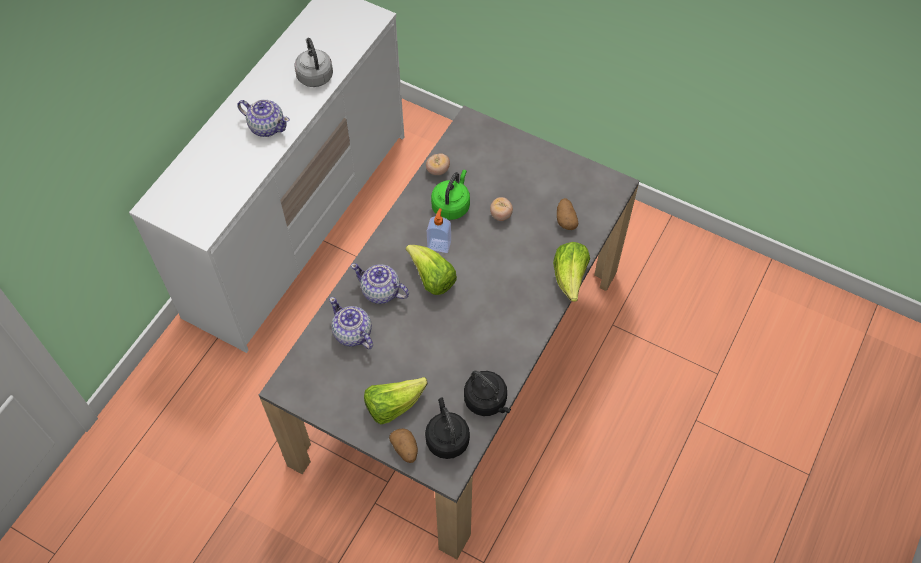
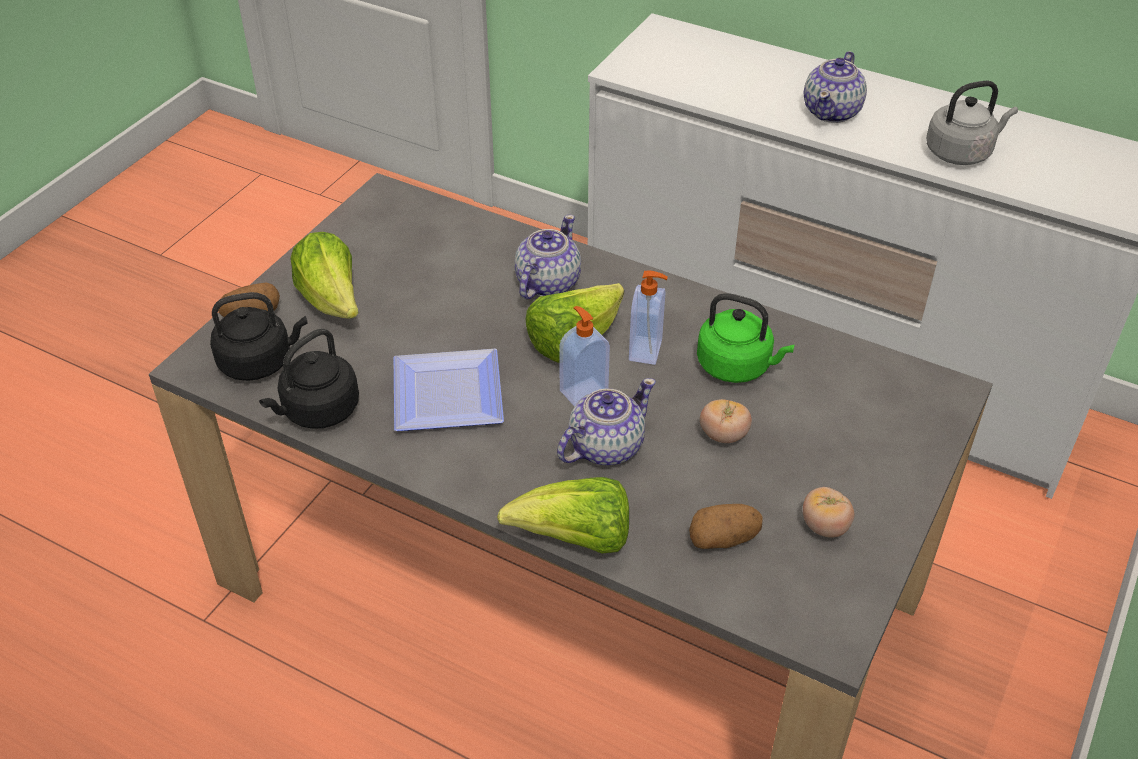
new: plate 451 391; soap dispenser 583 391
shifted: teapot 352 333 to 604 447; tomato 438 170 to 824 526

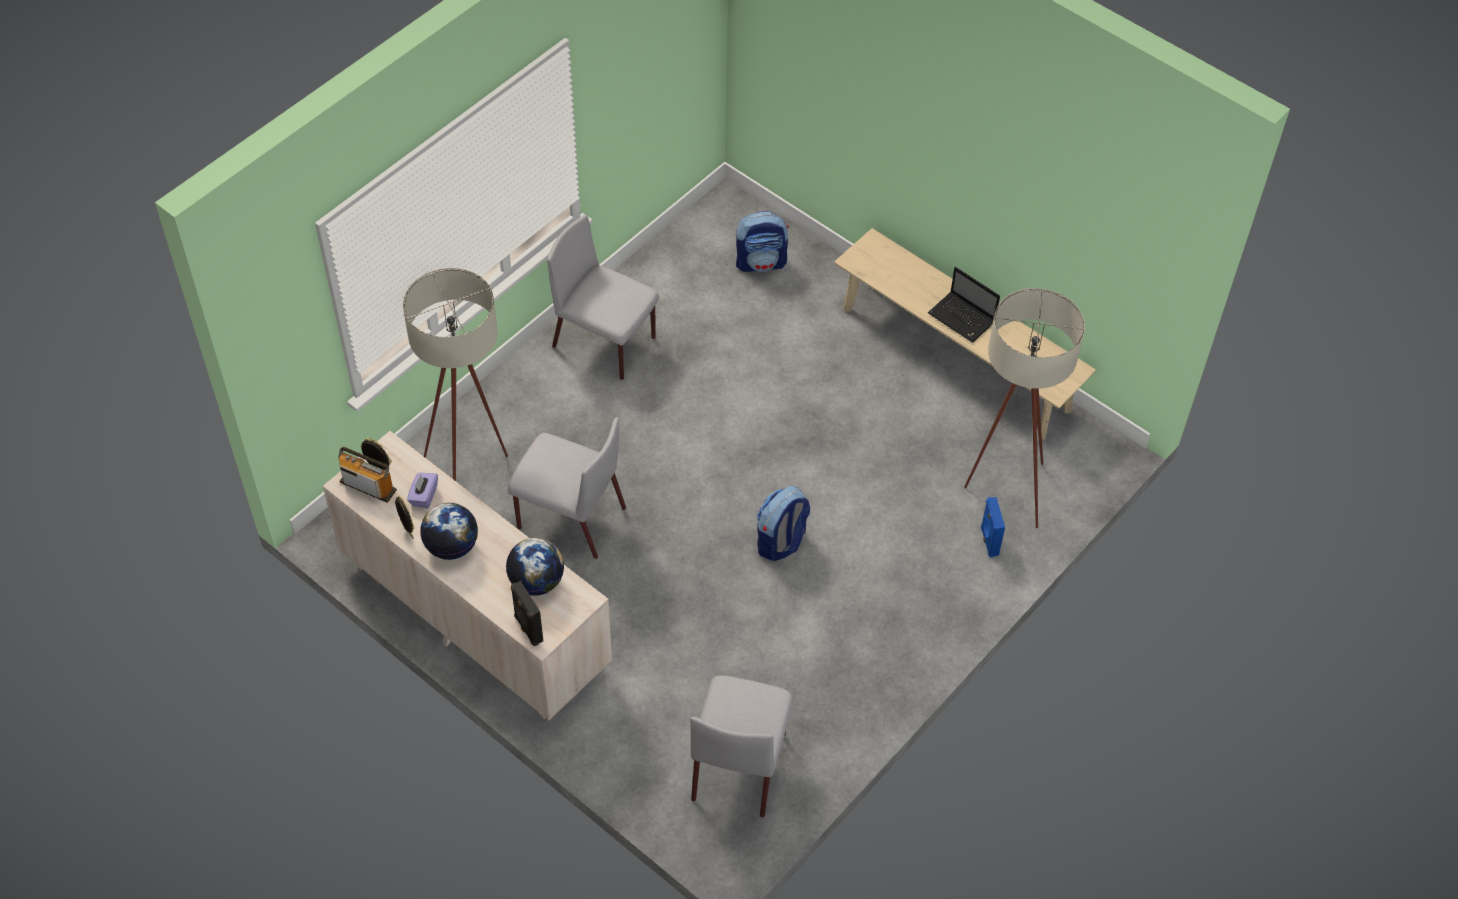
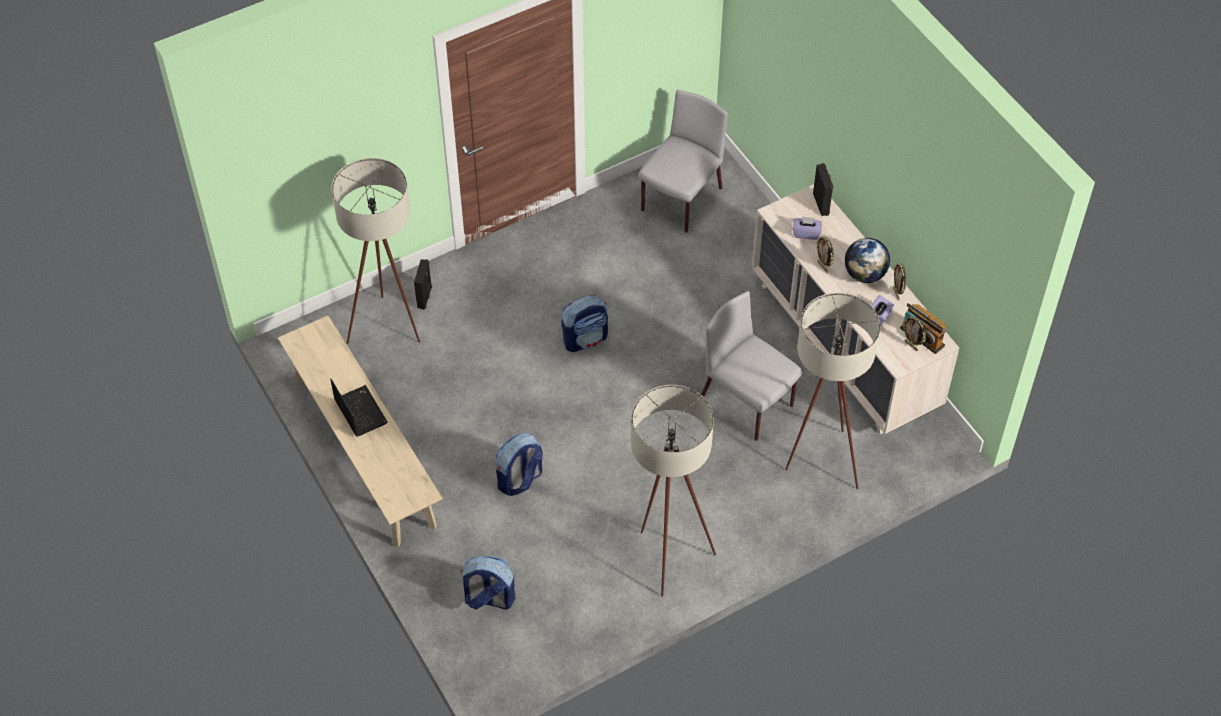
new: backpack 519 480; picture frame 823 266
swapped: globe 537 582 to tissue box/purple 806 233; chair/grey 605 343 to floor lamp/beige 666 554
repainted: speaker/blue 988 541 to speaker/black 425 297

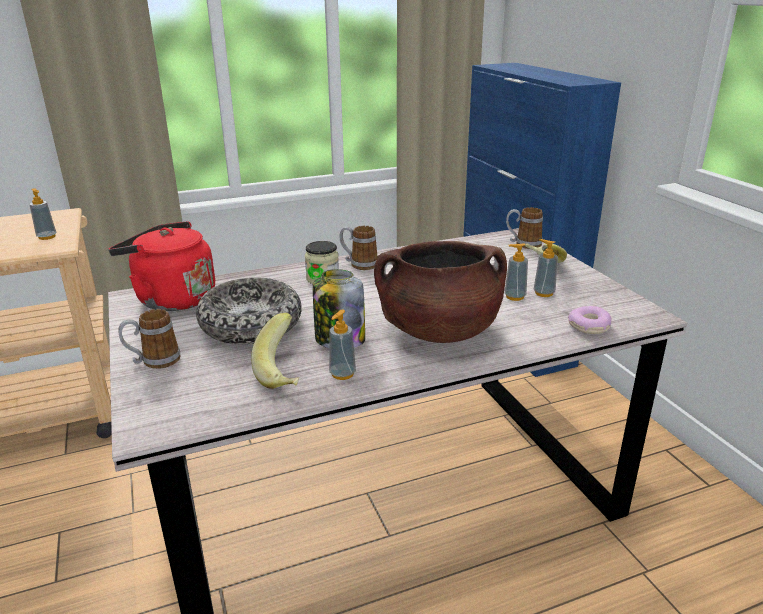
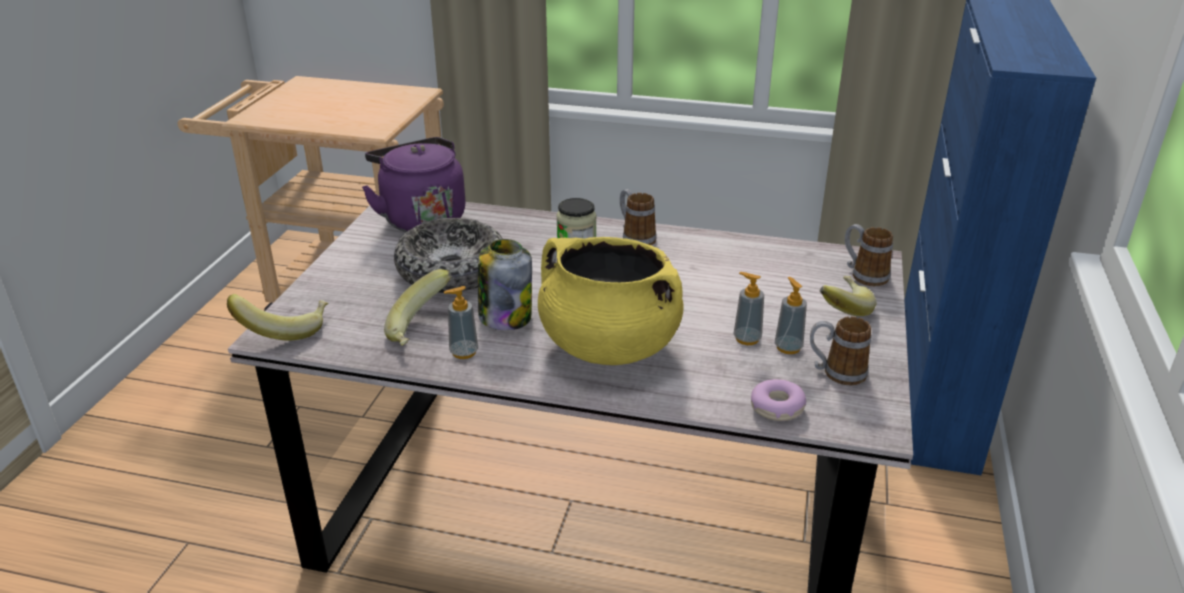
gone: soap dispenser 47 237
new: banana 285 329
shifted: mug 154 361 to 836 373
repainted: kettle/red 172 299 to kettle/purple 421 218; cooking pot/brown 439 331 to cooking pot/yellow 608 346

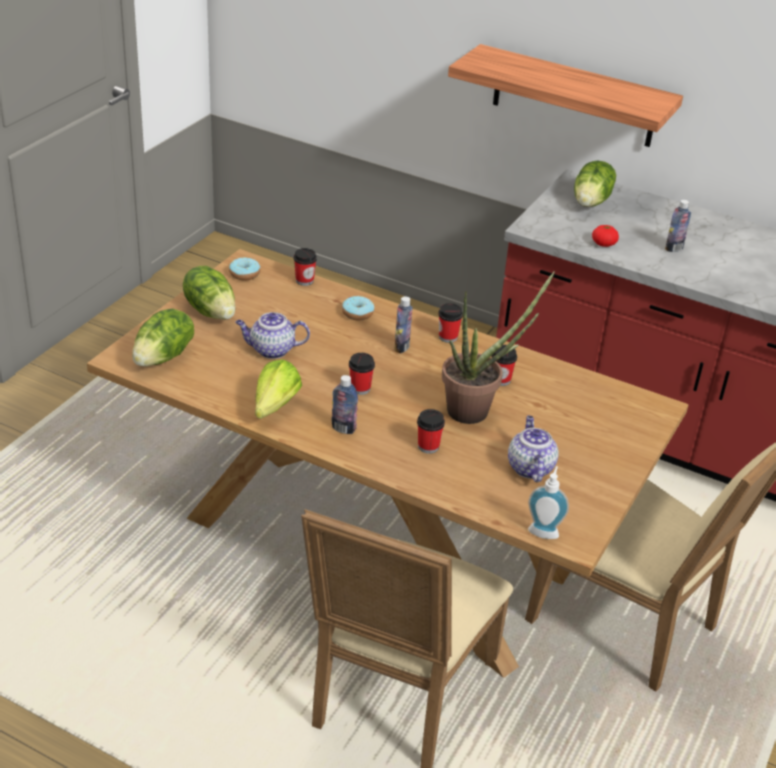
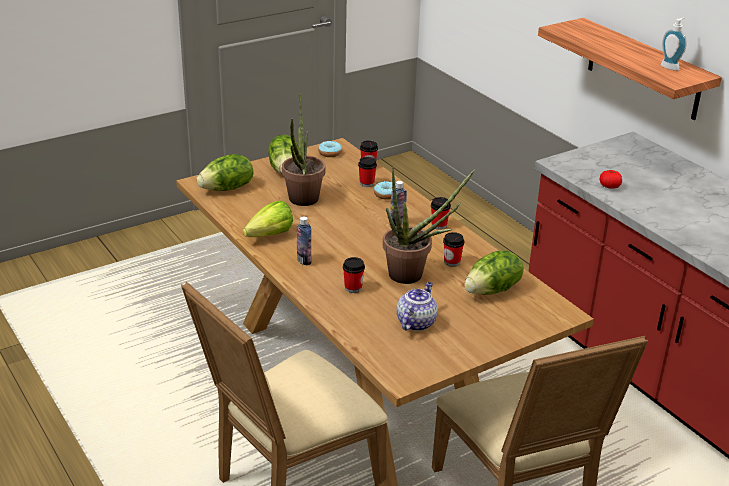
gone: bottle 674 248
shifted: cup 360 388 to 367 183; soap dispenser 544 530 to 671 67; lettuce 592 202 to 493 290
swapped: teapot 271 350 to potted plant 302 202

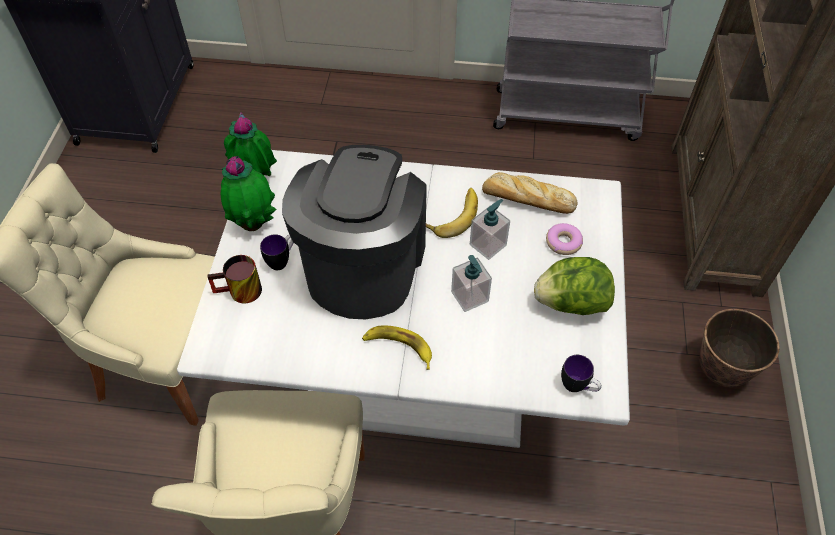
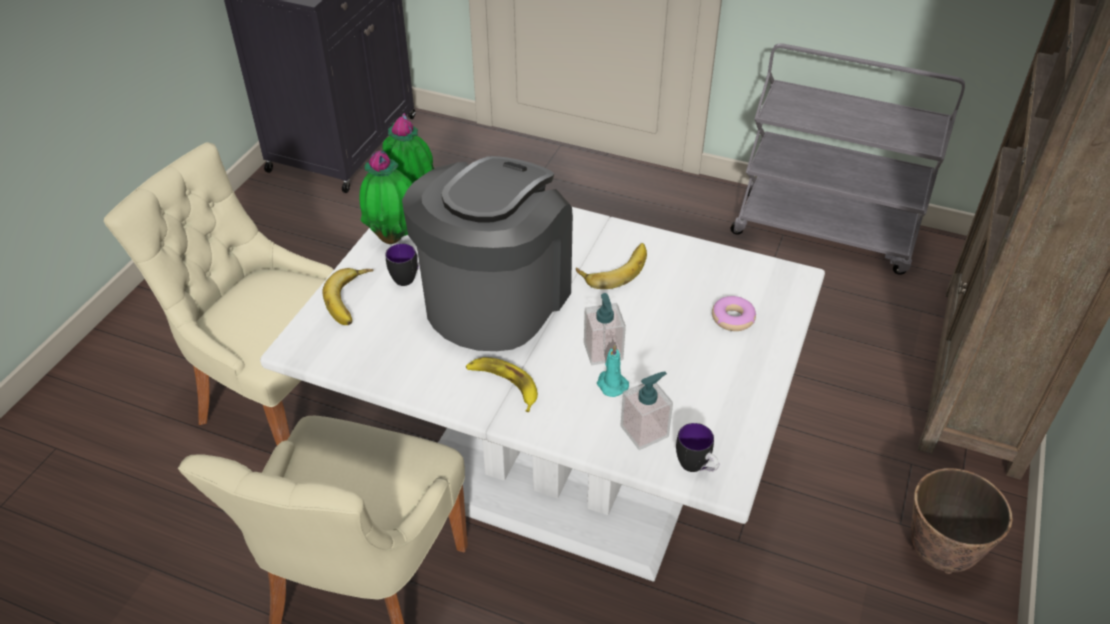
gone: bread 526 199; lettuce 571 303
new: candle/turquoise 611 384
shifted: soap dispenser 488 245 to 644 431
swapped: mug 240 293 to banana 353 300

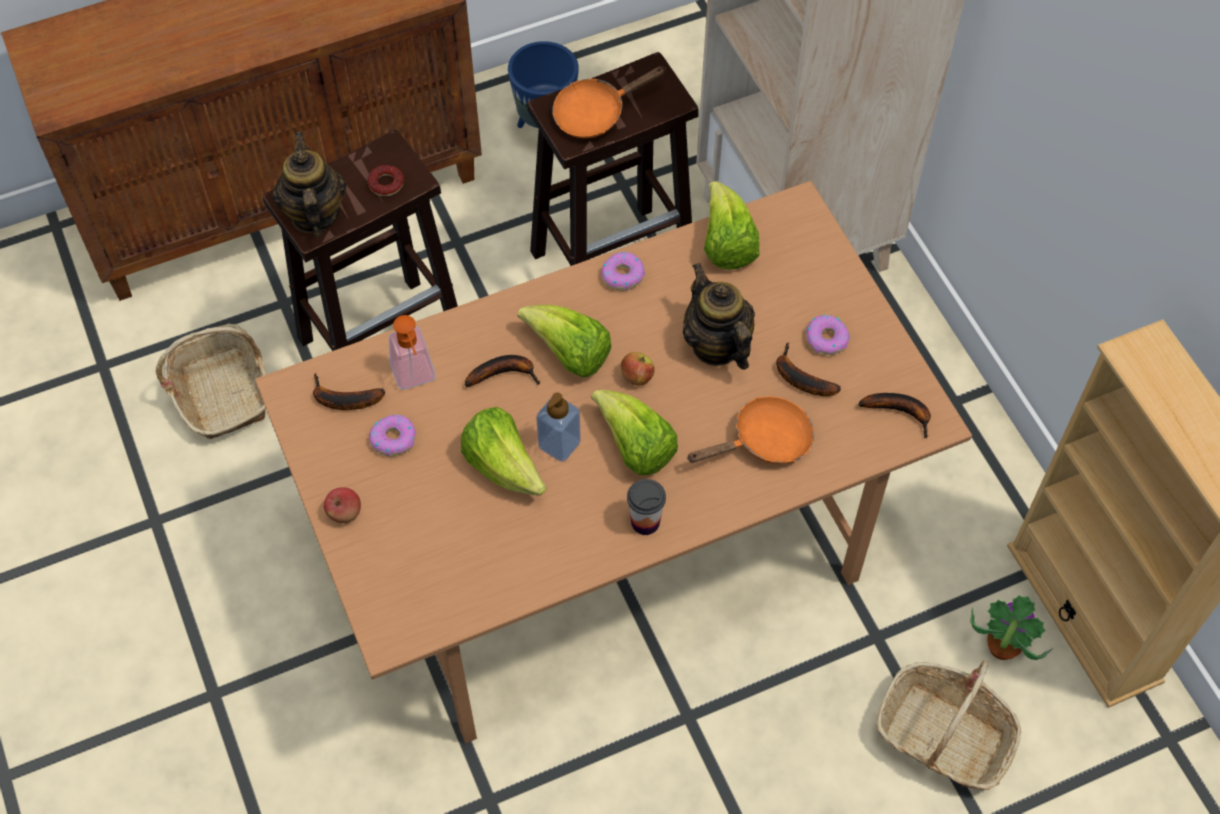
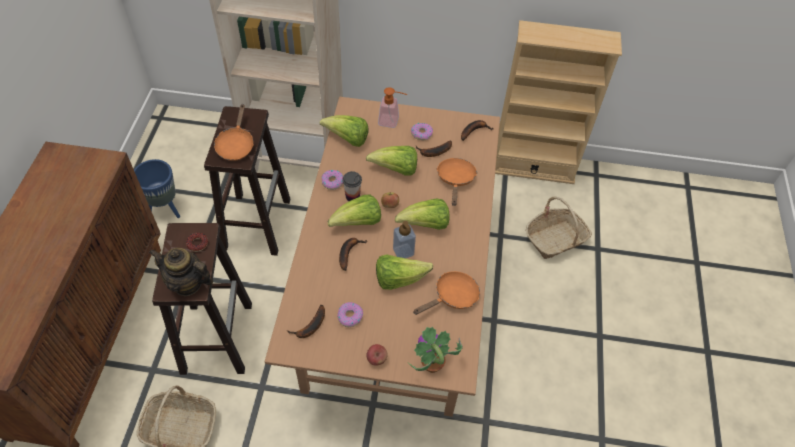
new: frying pan/orange 452 297
shifted: soap dispenser 415 378 to 392 122; cup 645 522 to 352 196; potted plant 1000 648 to 431 365
swapped: teapot 716 345 to lettuce 396 170

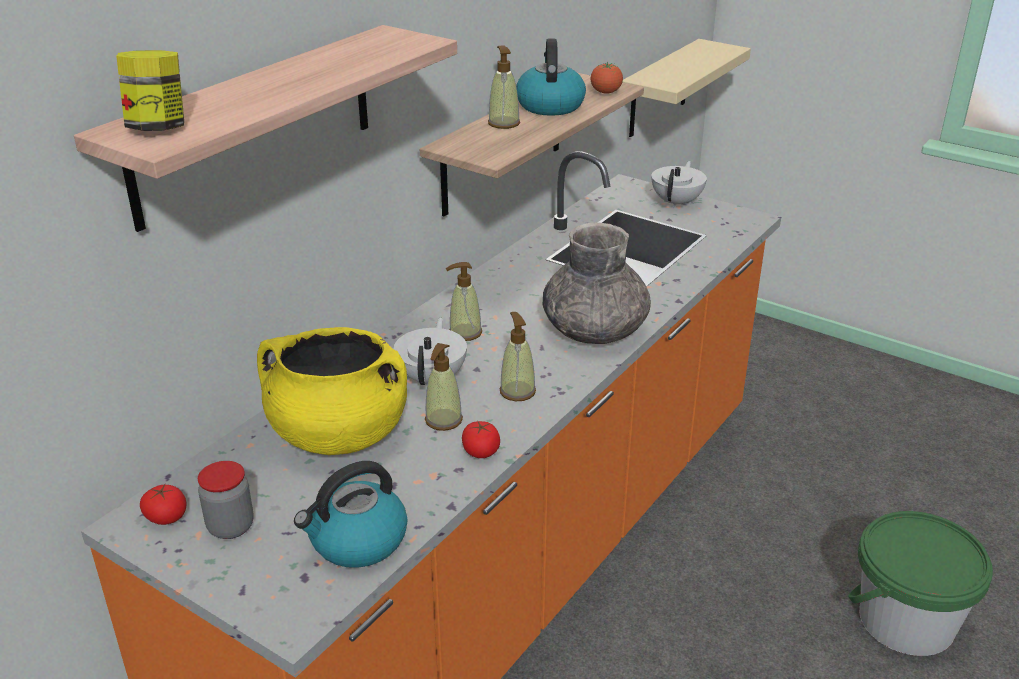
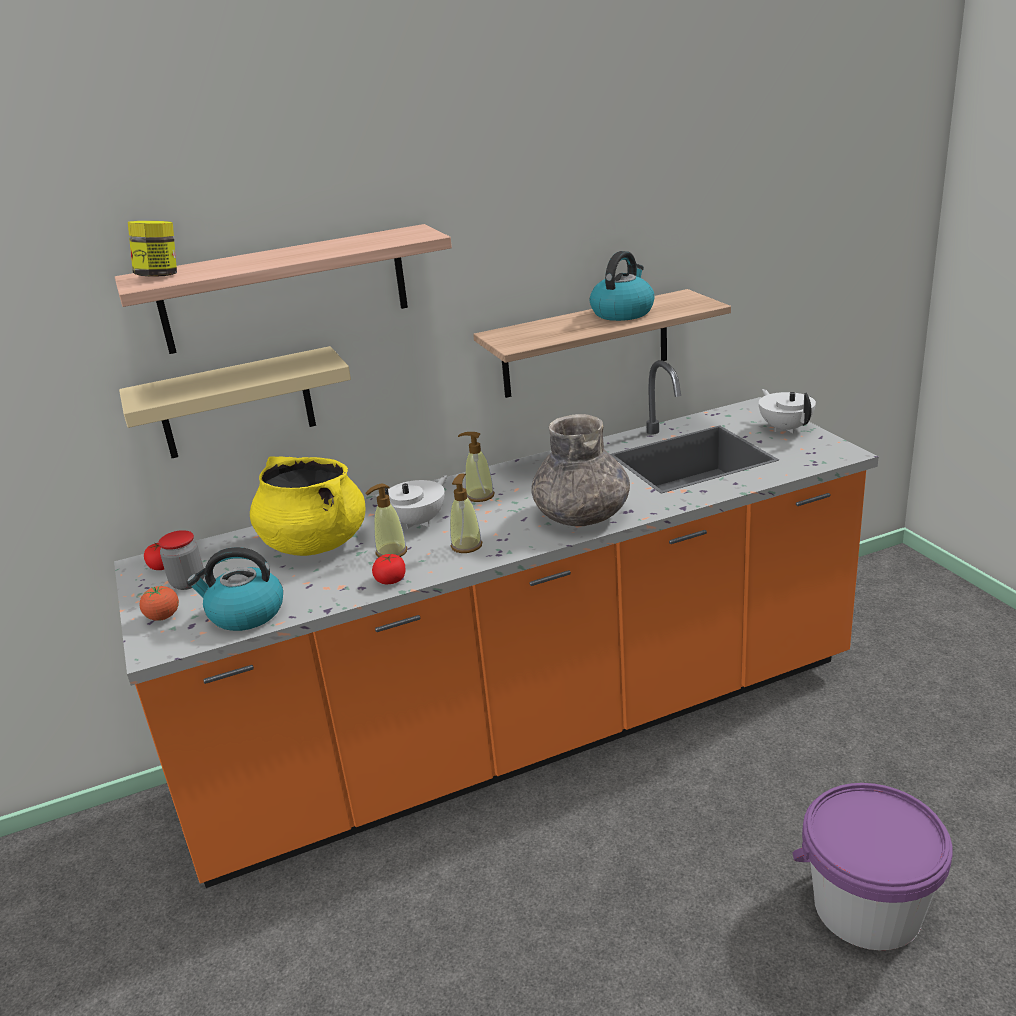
gone: soap dispenser 503 123
shifted: tomato 605 92 to 163 617; shelf/beige 659 89 to 236 404
repainted: bucket/green 906 620 to bucket/purple 867 906
rotated: teapot/white 677 202 = 785 428 75 degrees counterclockwise

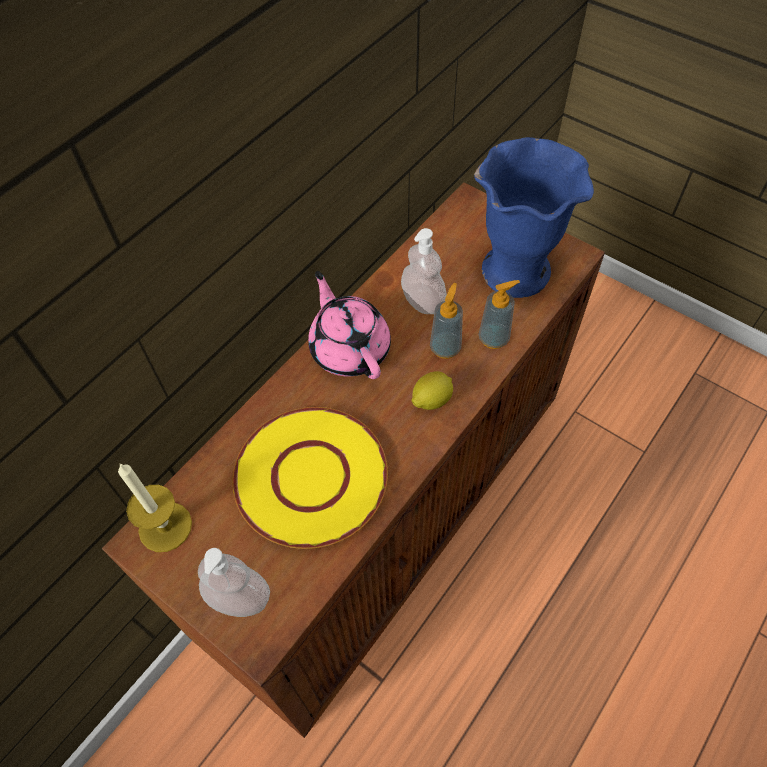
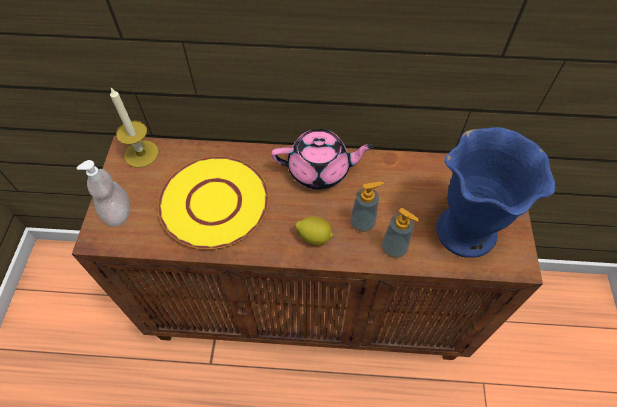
gone: soap dispenser 423 301
rotated: teapot/pink 349 348 = 320 170 60 degrees clockwise

